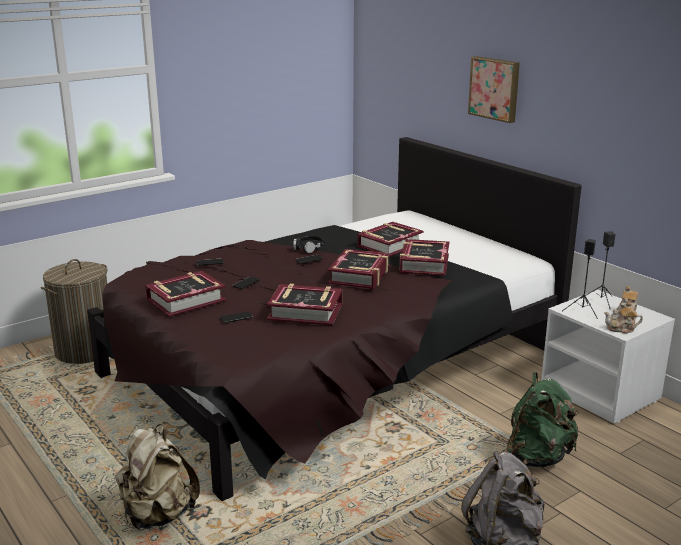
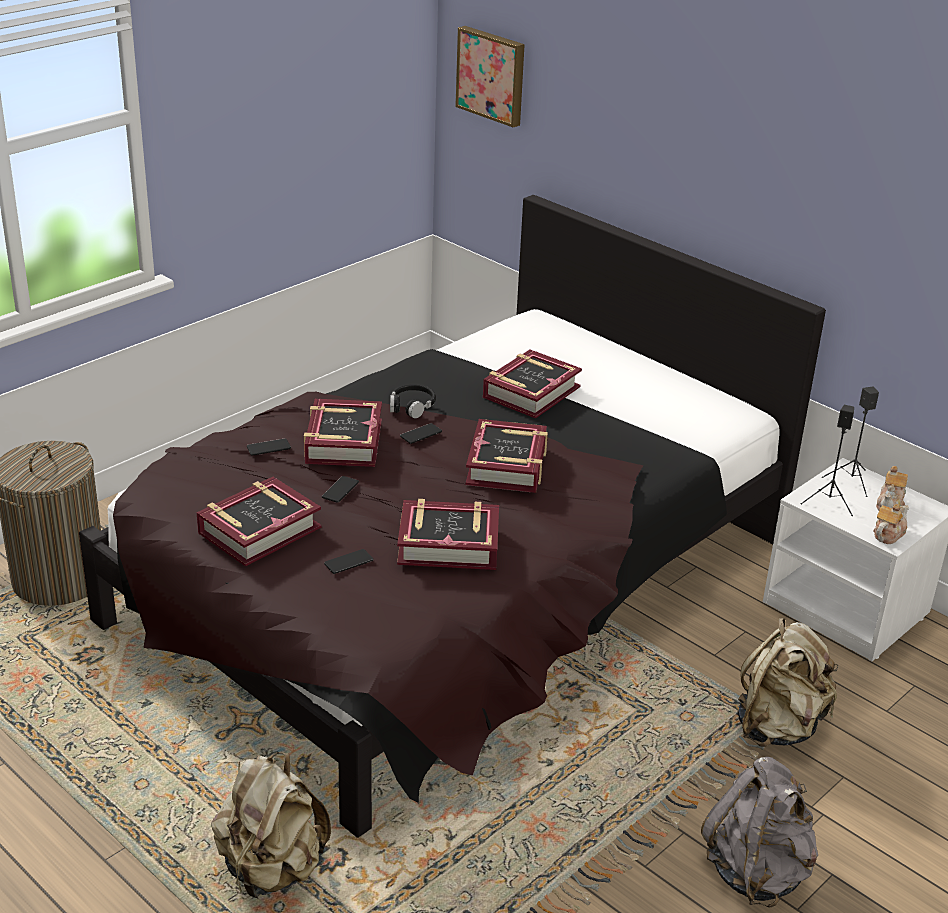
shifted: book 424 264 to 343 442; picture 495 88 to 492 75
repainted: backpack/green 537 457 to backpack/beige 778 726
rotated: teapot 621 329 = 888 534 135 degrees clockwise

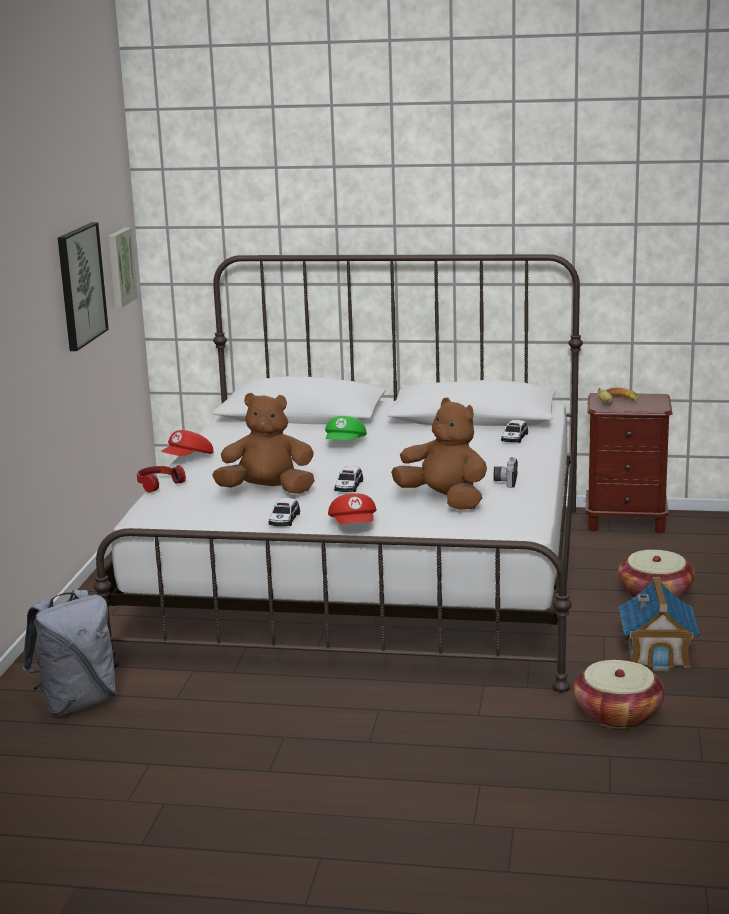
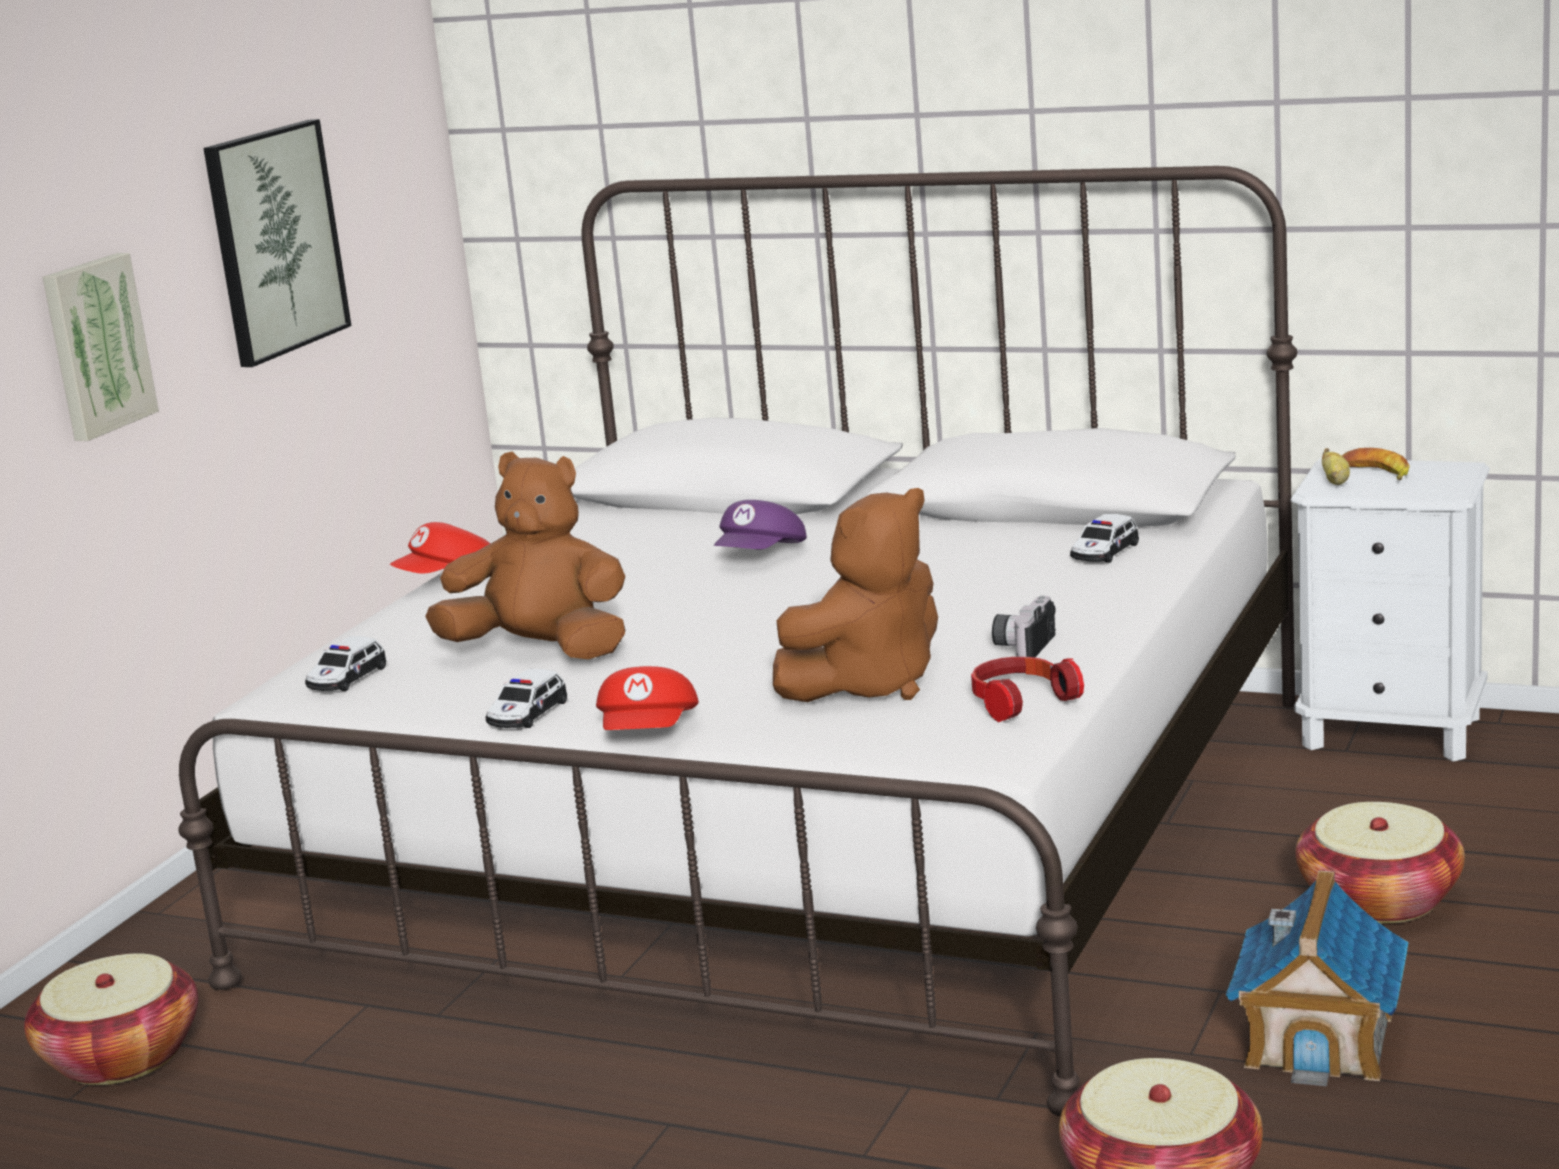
shifted: picture 120 267 to 95 346; headphones 158 484 to 1019 701; toy car 348 486 to 346 678
swapped: backpack/grey 77 702 to basket 122 1057
repainted: cap/green 345 444 to cap/purple 762 556; nightstand/brown 626 522 to nightstand/white 1392 732
rotated: plush toy/brown 444 500 = 869 685 90 degrees clockwise

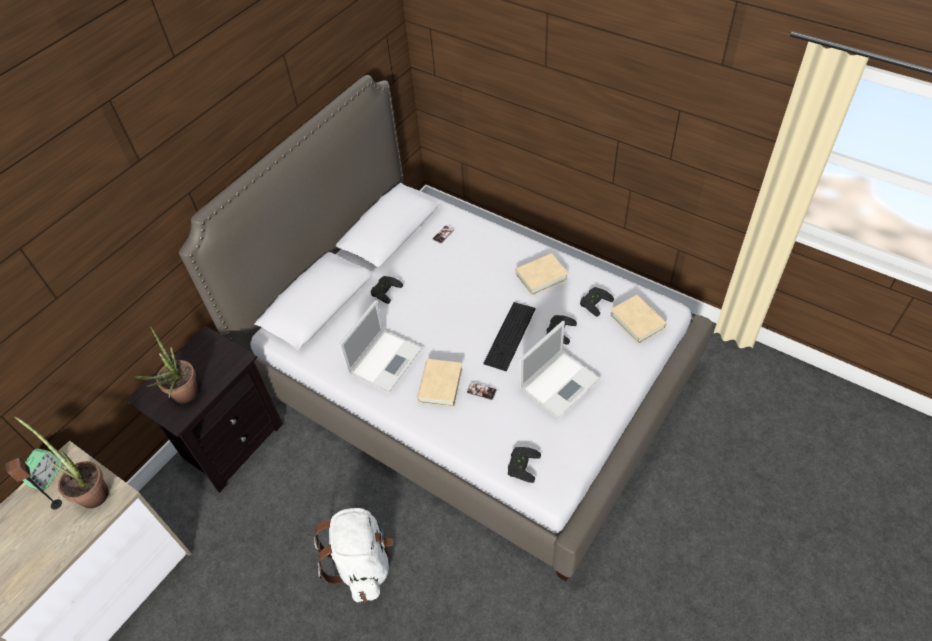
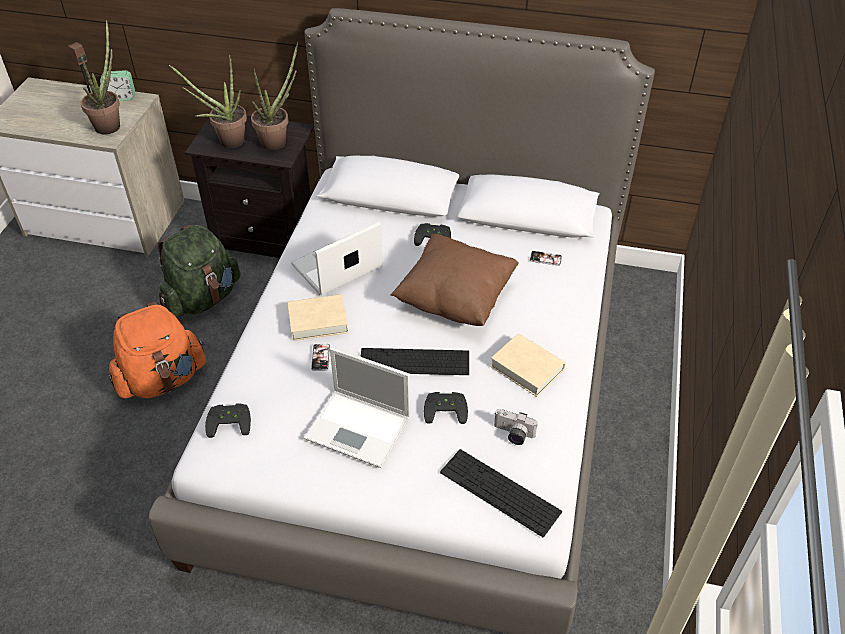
new: backpack/green 203 298; potted plant 278 140; pillow/brown 455 298
swapped: game controller/black 594 301 to photo camera 513 434; book/beige 637 322 to keyboard 500 492
repainted: backpack/white 362 564 to backpack/orange 163 379
rotated: laptop 385 360 = 335 267 135 degrees clockwise

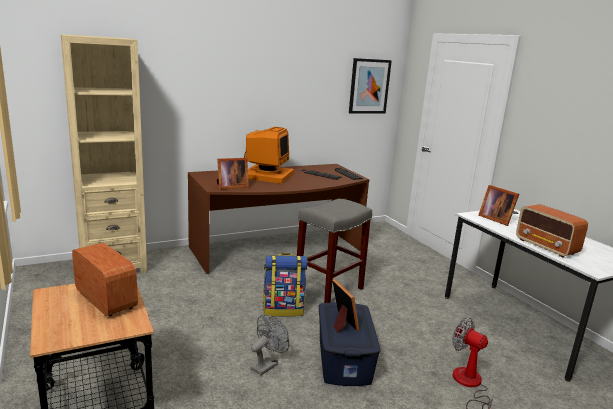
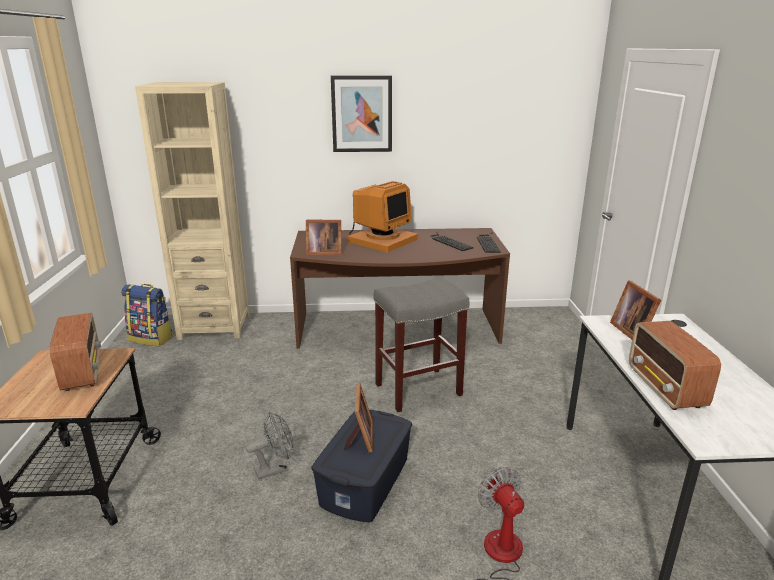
shifted: backpack 283 309 to 152 338; picture 369 86 to 362 114

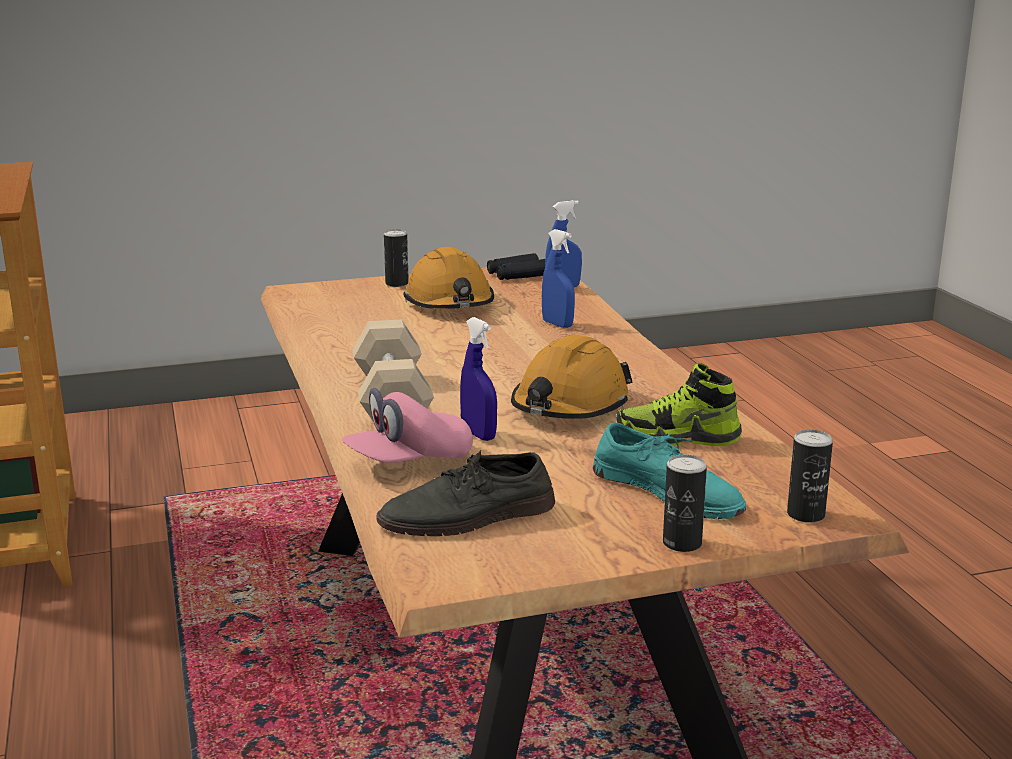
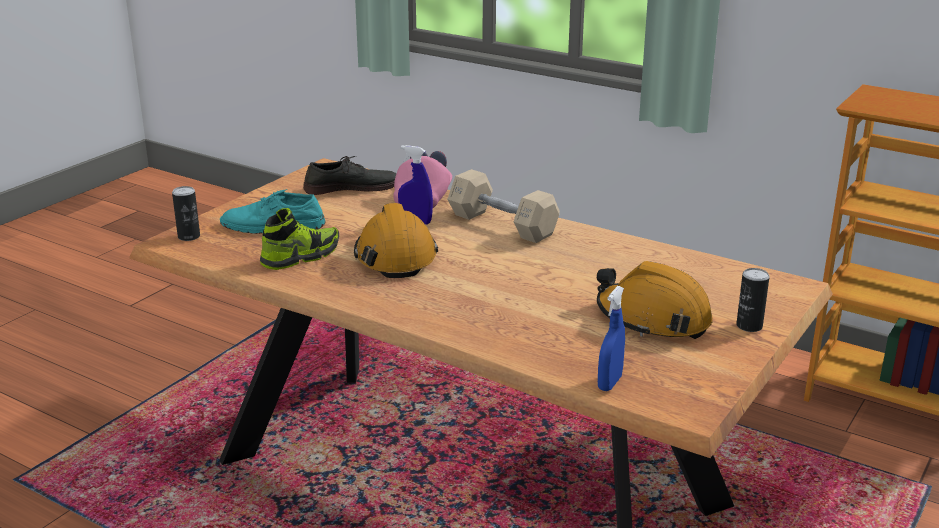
gone: binoculars/black 517 275; spray bottle/blue 557 324; can 682 543
rotated: shoe/grey 468 517 = 352 187 45 degrees clockwise

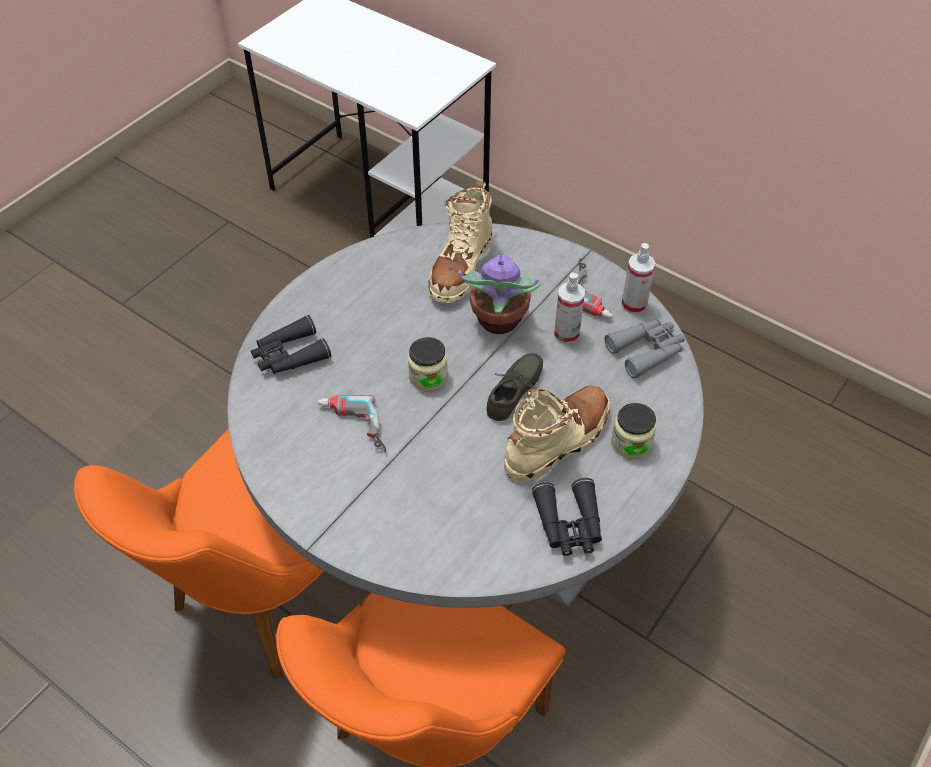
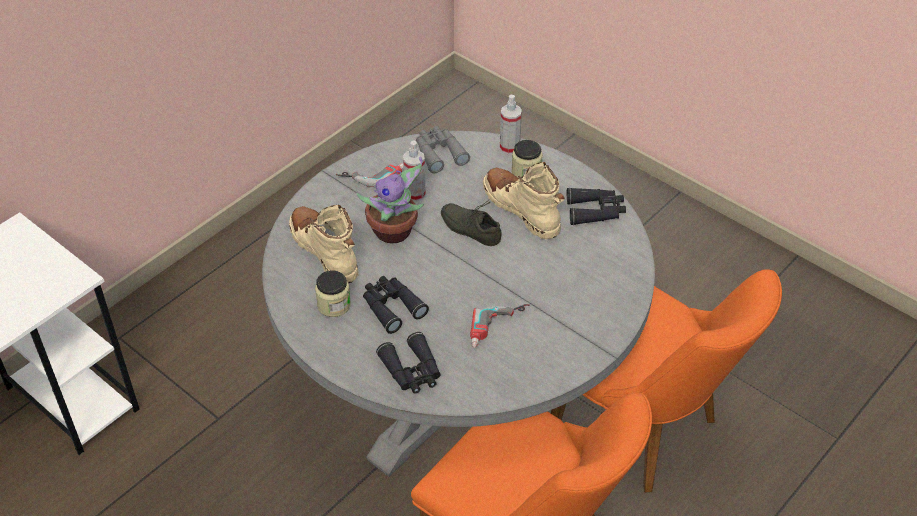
new: binoculars/black 391 307
shifted: jar 428 377 to 334 305; spray bottle 634 305 to 509 147
rotated: boot/beige 460 267 = 325 251 150 degrees counterclockwise

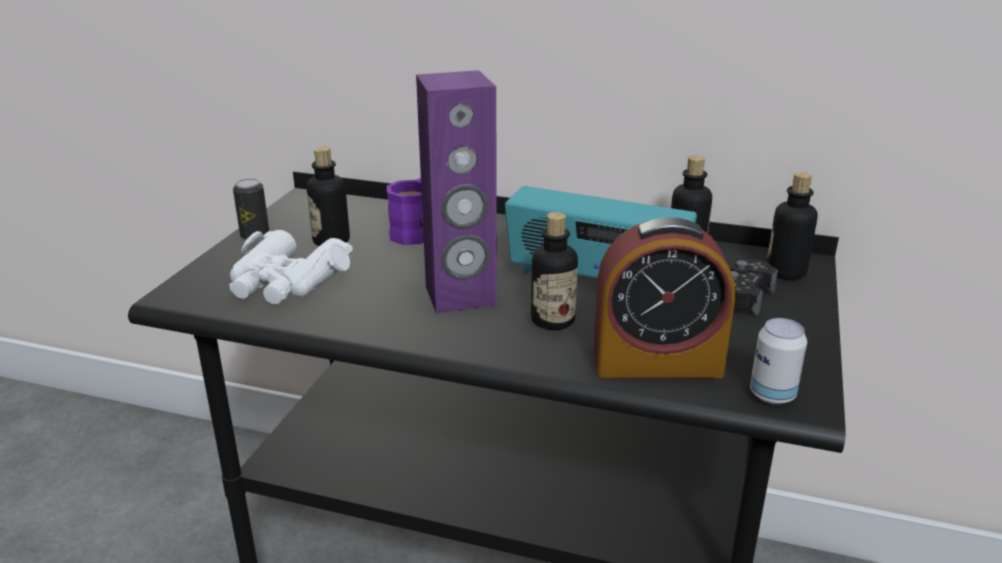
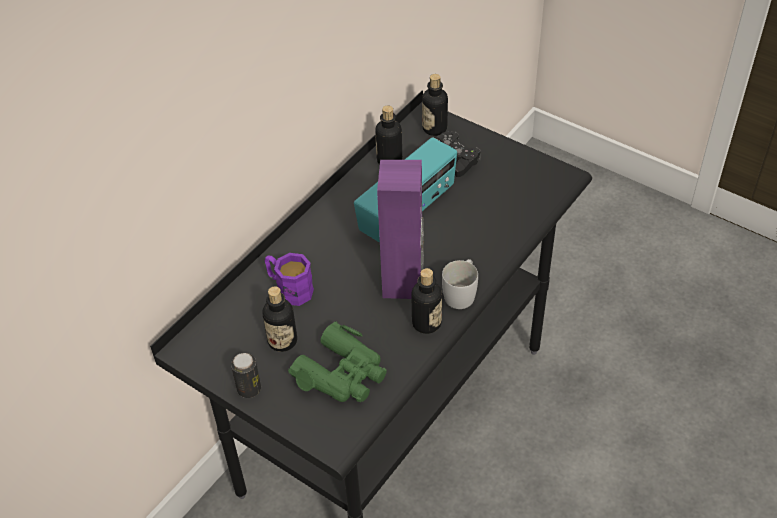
gone: alarm clock 657 362; can 772 395
new: mug/white 461 293
shifted: bottle 552 320 to 426 323
repainted: binoculars/white 287 282 to binoculars/green 342 374

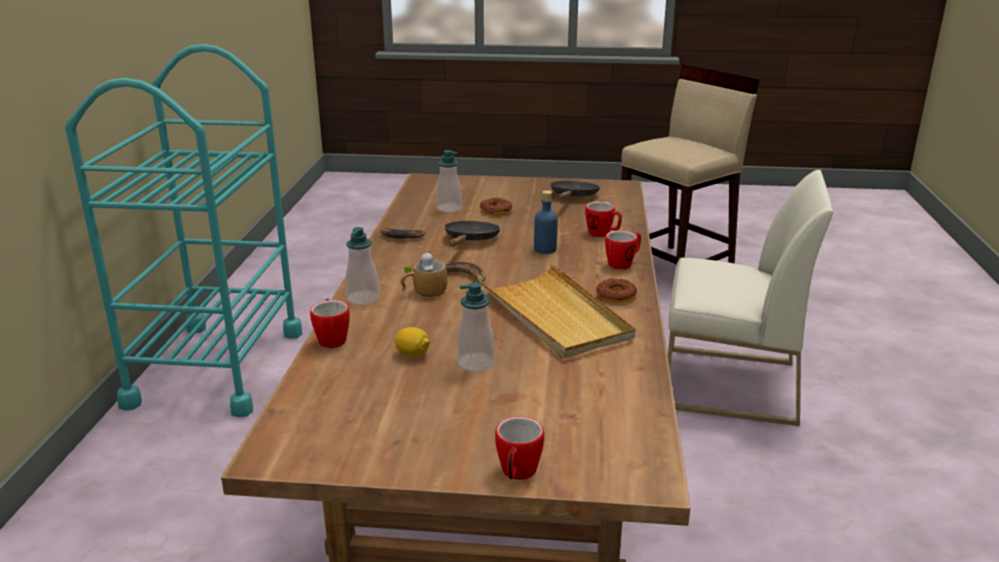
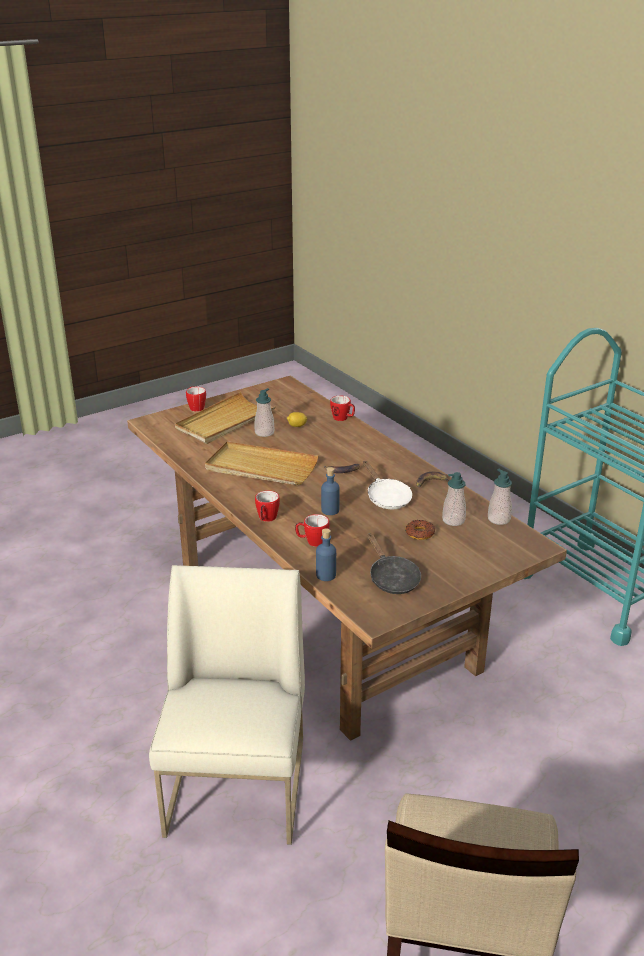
gone: mug 424 292; donut 616 295
new: tray/beige 224 421; bottle/blue 326 575
shifted: soap dispenser 363 299 to 498 519
repainted: frying pan/black 470 240 to frying pan/white 386 497
rotated: chair/white 728 385 = 237 787 120 degrees clockwise

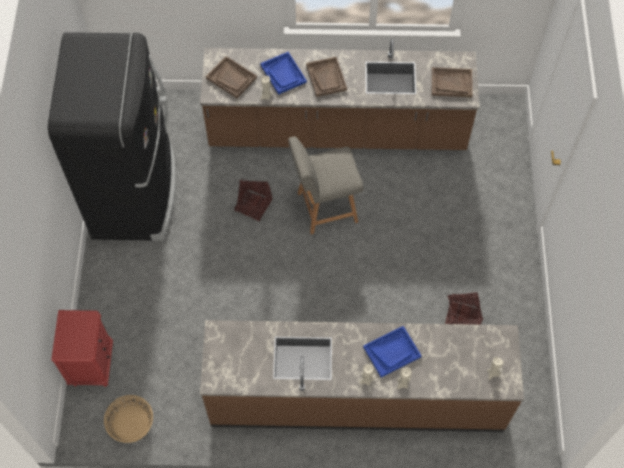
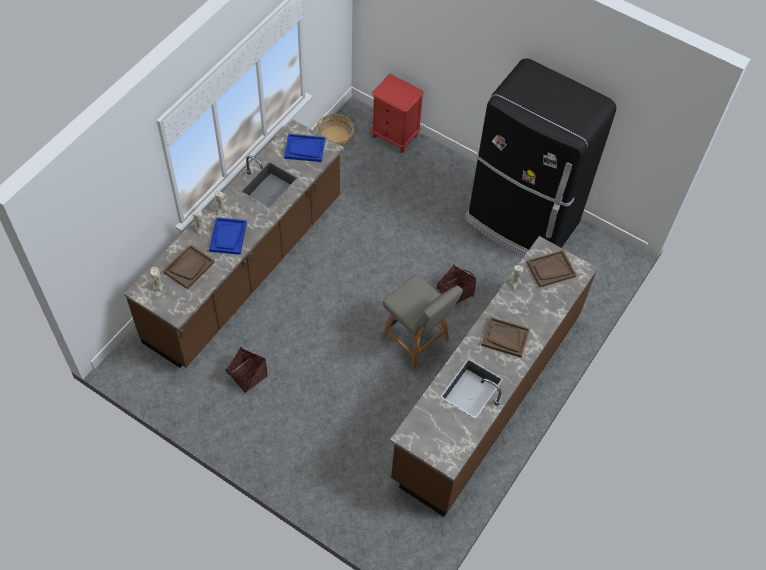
shifted: tray/blue 283 74 to 304 149; tray/brown 451 83 to 189 267
rotated: chair/grey 324 208 = 416 340 120 degrees clockwise

